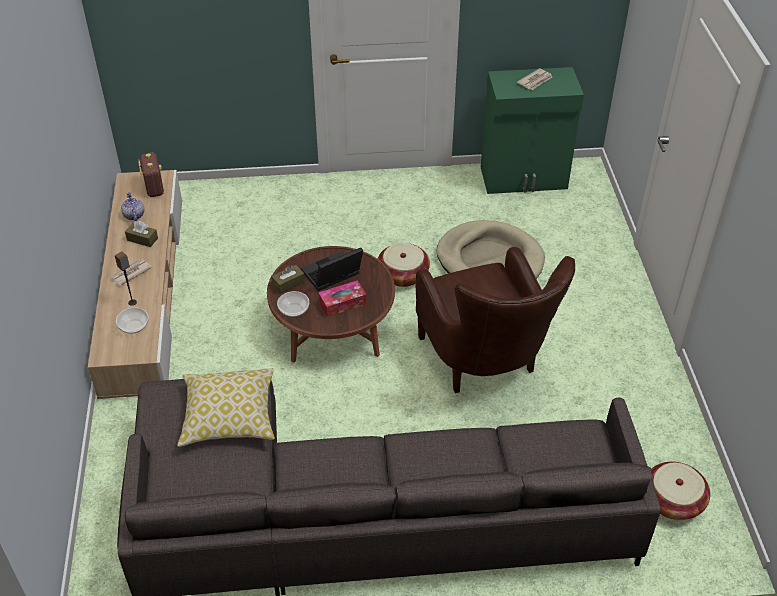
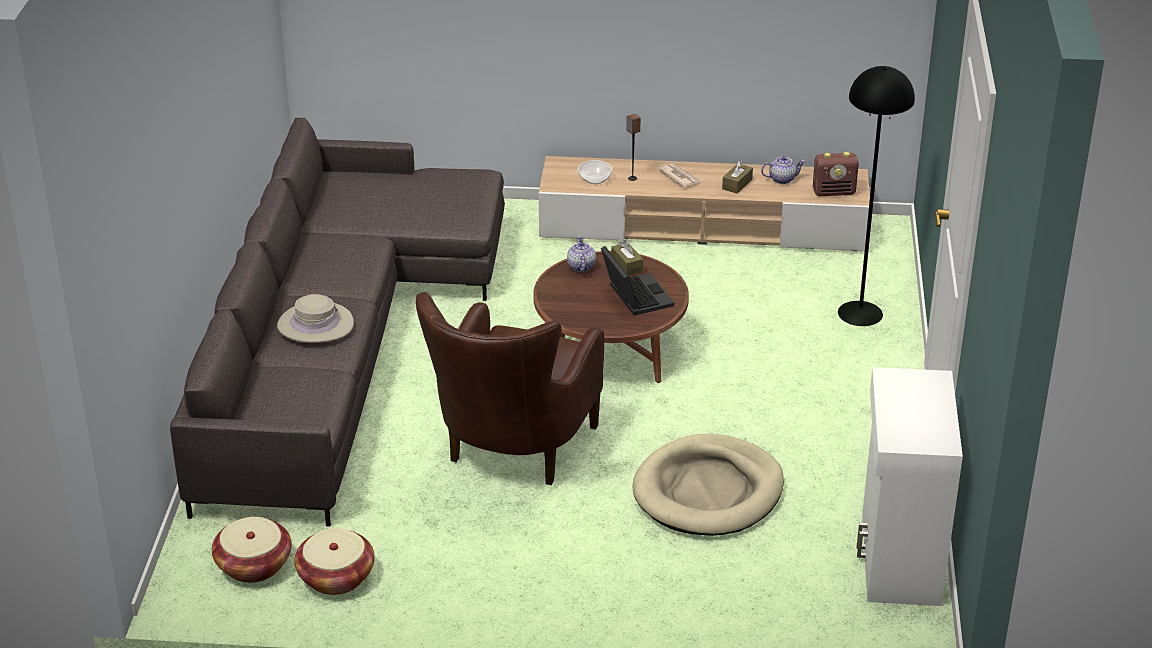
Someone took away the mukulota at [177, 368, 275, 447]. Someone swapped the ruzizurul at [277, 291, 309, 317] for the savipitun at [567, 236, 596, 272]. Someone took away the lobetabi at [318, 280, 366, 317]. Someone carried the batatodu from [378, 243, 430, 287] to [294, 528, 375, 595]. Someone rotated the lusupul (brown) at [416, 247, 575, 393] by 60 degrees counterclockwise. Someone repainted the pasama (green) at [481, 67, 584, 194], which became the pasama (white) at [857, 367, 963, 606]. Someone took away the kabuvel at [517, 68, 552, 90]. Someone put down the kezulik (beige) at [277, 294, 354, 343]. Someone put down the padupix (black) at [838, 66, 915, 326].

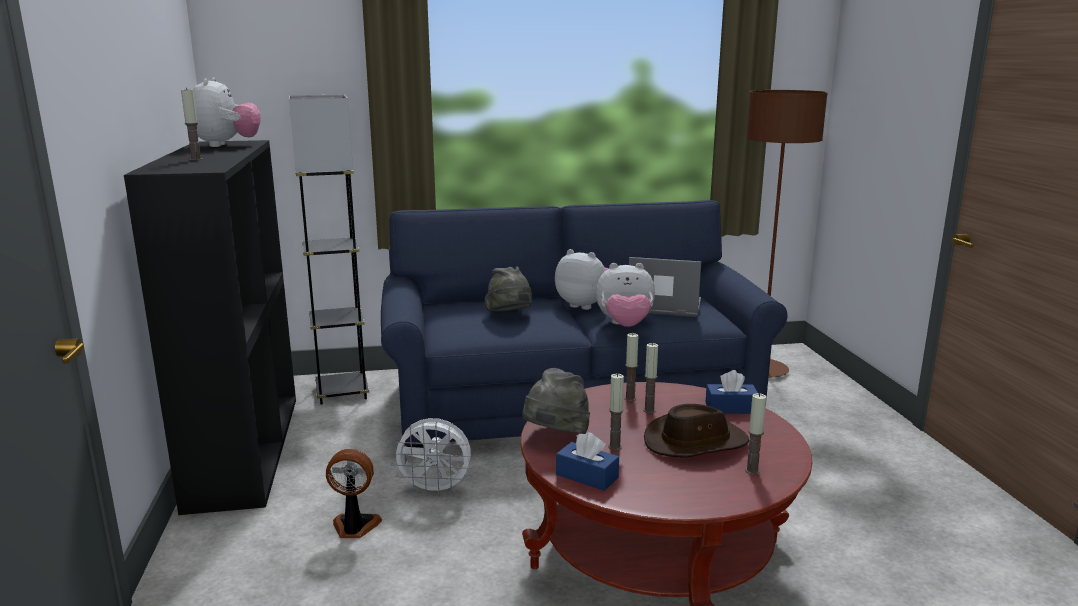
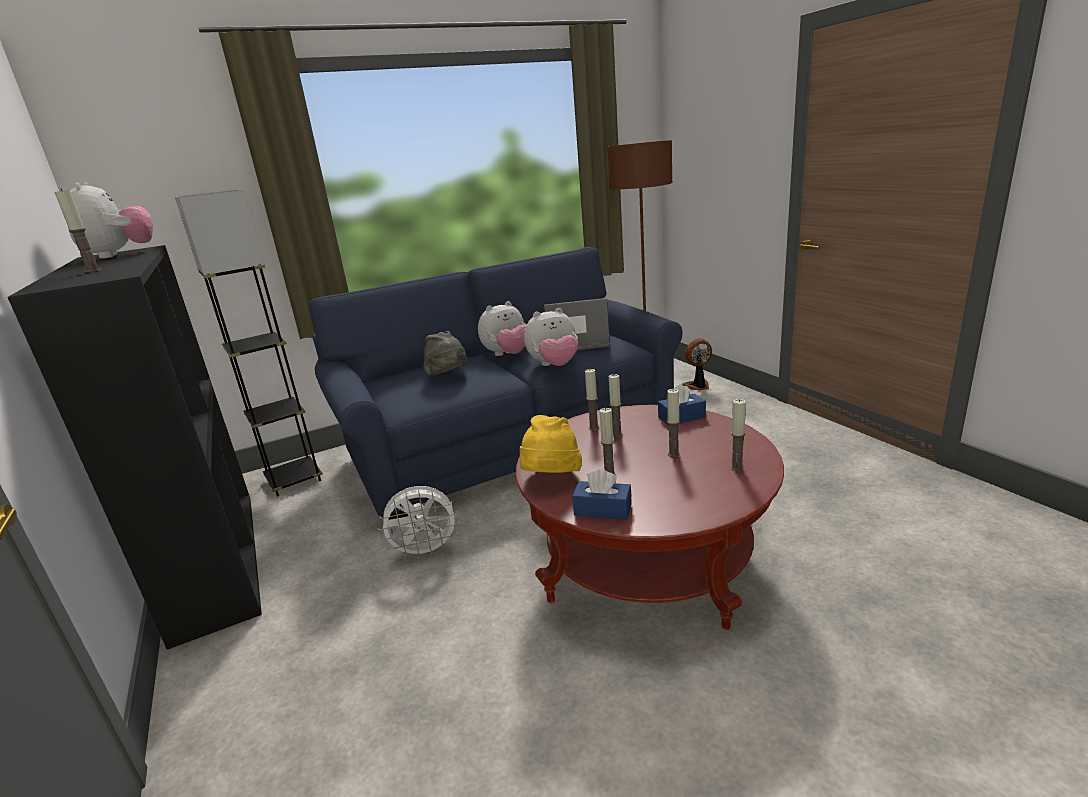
Someone carried the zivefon from [326, 449, 382, 538] to [682, 338, 712, 391]. Someone repainted the kezulik (grey) at [522, 368, 590, 434], which became the kezulik (yellow) at [519, 415, 582, 473]. Someone rotated the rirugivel at [555, 249, 608, 310] by 135 degrees clockwise. Someone swapped the kezulik (brown) at [644, 404, 749, 458] for the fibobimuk at [667, 389, 680, 457].

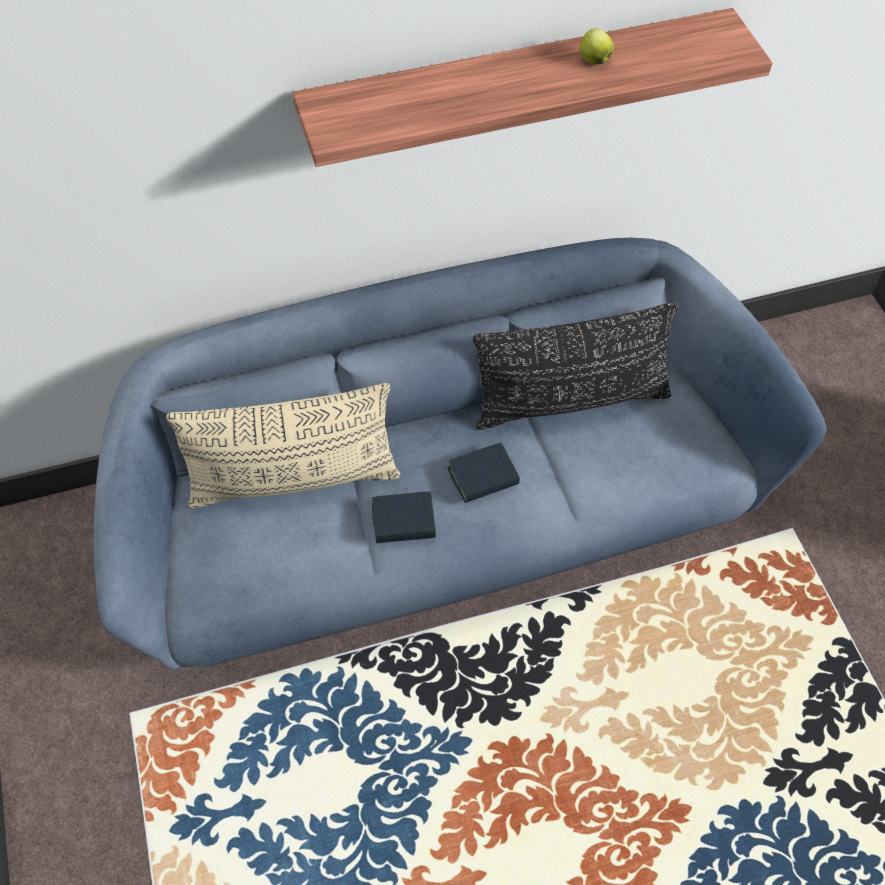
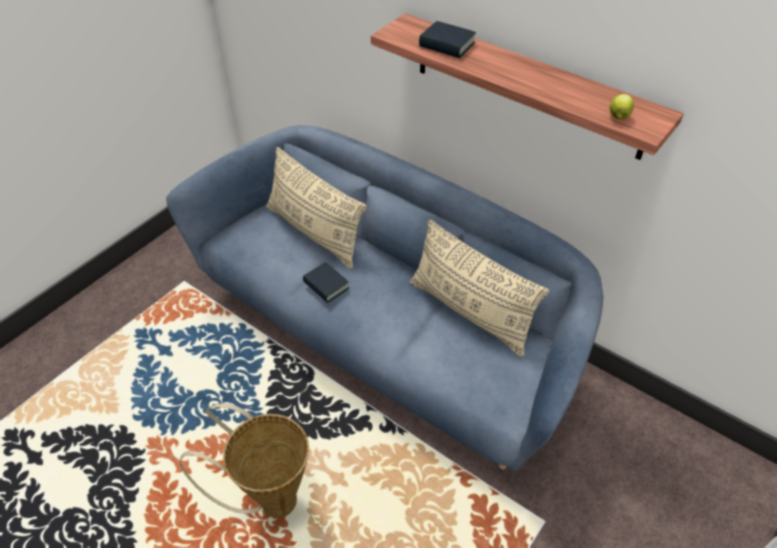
Someone carried the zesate from [447, 443, 520, 503] to [419, 21, 476, 58]. Someone repainted the mukulota (black) at [473, 302, 678, 430], which became the mukulota (beige) at [410, 220, 549, 357]. Someone carried the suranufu from [580, 29, 614, 64] to [610, 94, 634, 119]. Someone put down the batatodu at [180, 403, 309, 518].

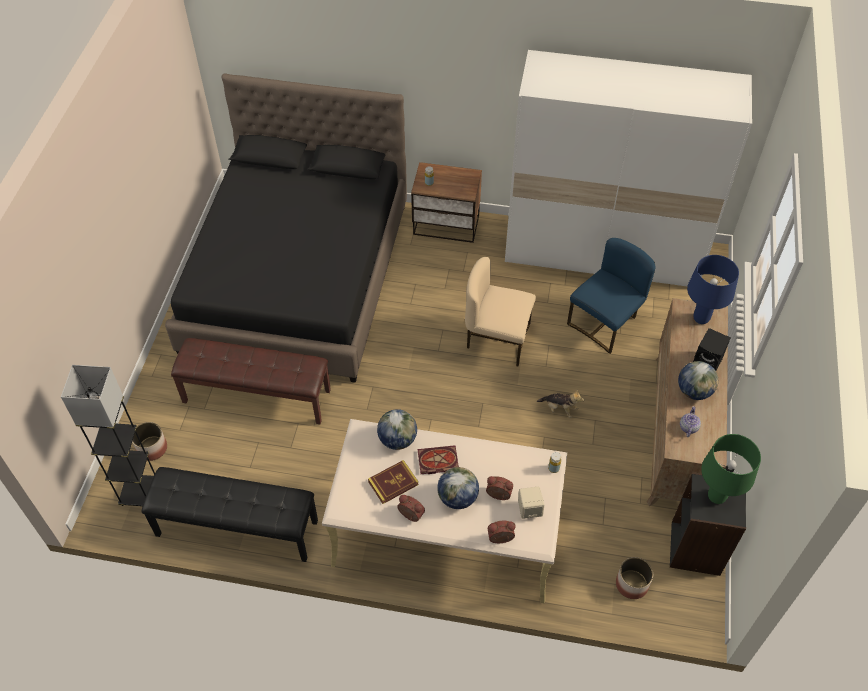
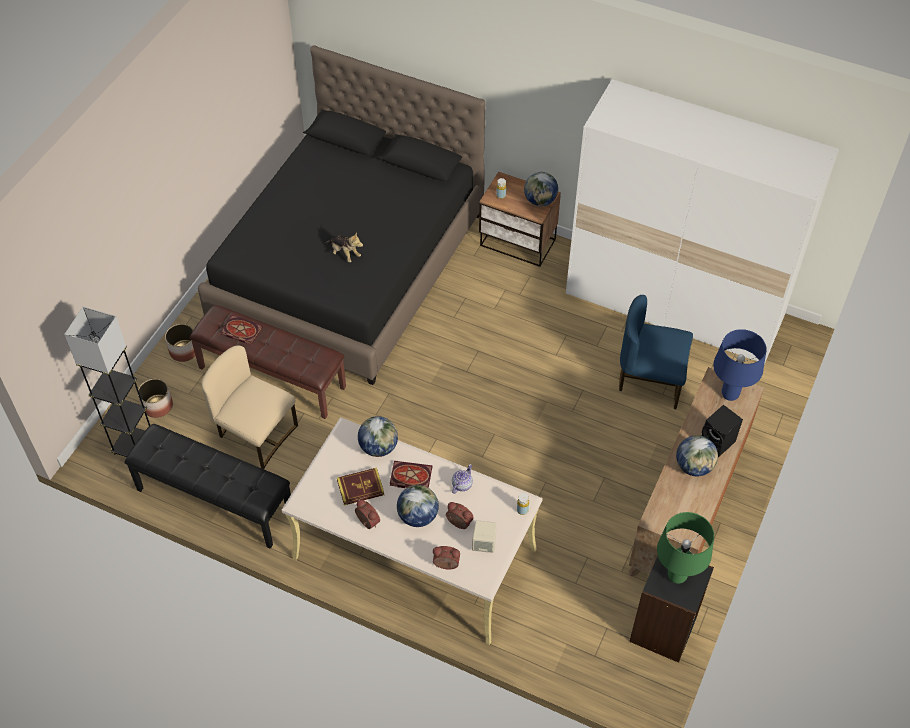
Someone carried the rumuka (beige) from [465, 257, 536, 367] to [202, 345, 298, 469]. Someone carried the rirugivel from [537, 389, 584, 418] to [326, 232, 363, 262]. Someone rotated the rumuka (blue) at [567, 238, 655, 354] by 135 degrees counterclockwise. Someone carried the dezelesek from [616, 557, 653, 599] to [165, 324, 195, 362]. Someone carried the savipitun from [680, 406, 701, 437] to [452, 464, 473, 494]. Someone put down the zesate at [221, 315, 263, 345]. Someone put down the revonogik at [524, 172, 558, 206].

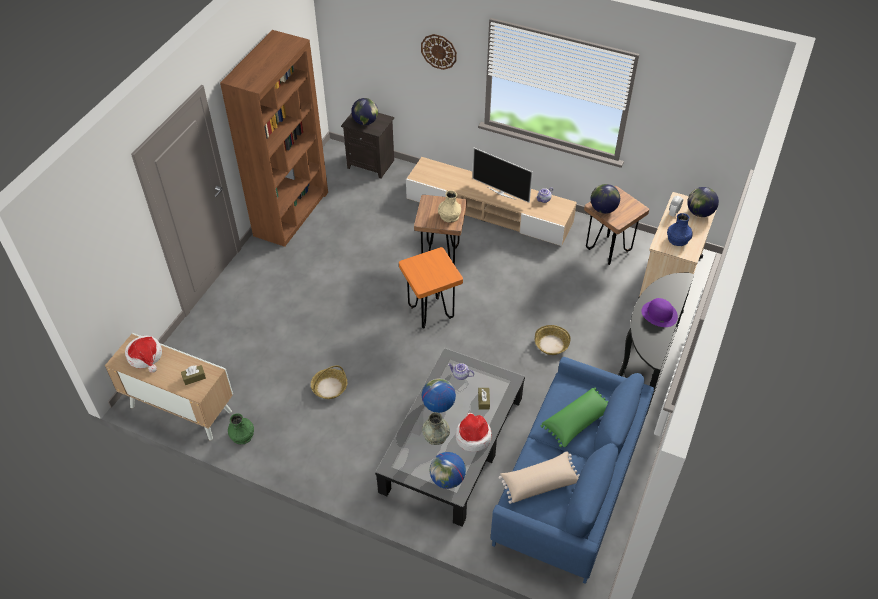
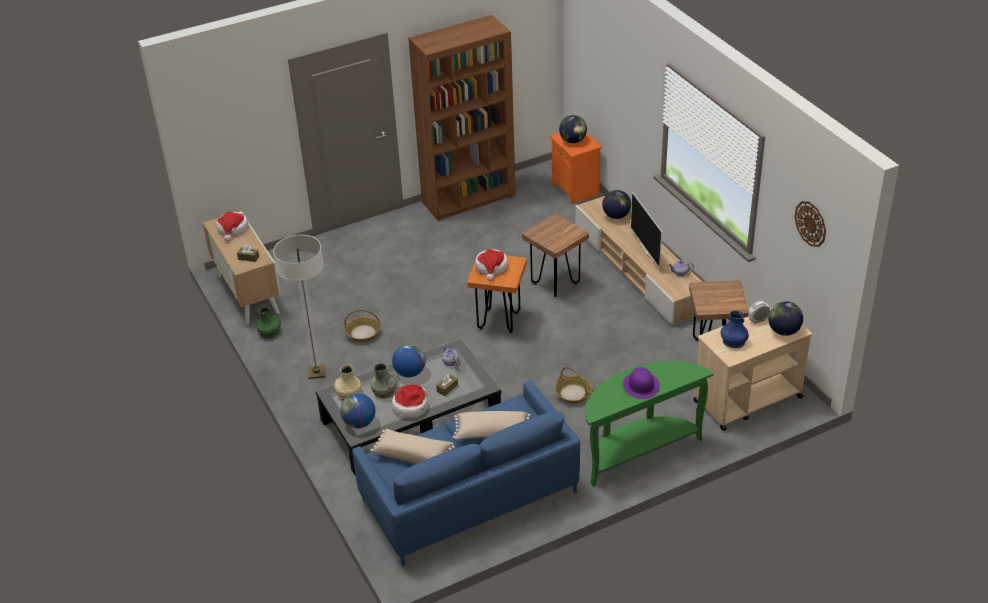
Someone repainted the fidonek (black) at [341, 113, 394, 179], which became the fidonek (orange) at [550, 133, 603, 204]. Someone carried the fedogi from [421, 34, 457, 70] to [795, 201, 826, 247]. Someone carried the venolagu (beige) from [438, 190, 461, 222] to [334, 365, 361, 400]. Someone repainted the mukulota (green) at [541, 388, 608, 447], which became the mukulota (beige) at [452, 411, 531, 439]. Someone carried the revonogik from [591, 184, 620, 214] to [602, 190, 631, 219]. Someone repainted the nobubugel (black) at [618, 273, 694, 416], which became the nobubugel (green) at [585, 361, 714, 487]. Someone put down the padupix at [273, 235, 325, 379]. Someone put down the kezulik at [475, 249, 508, 281].

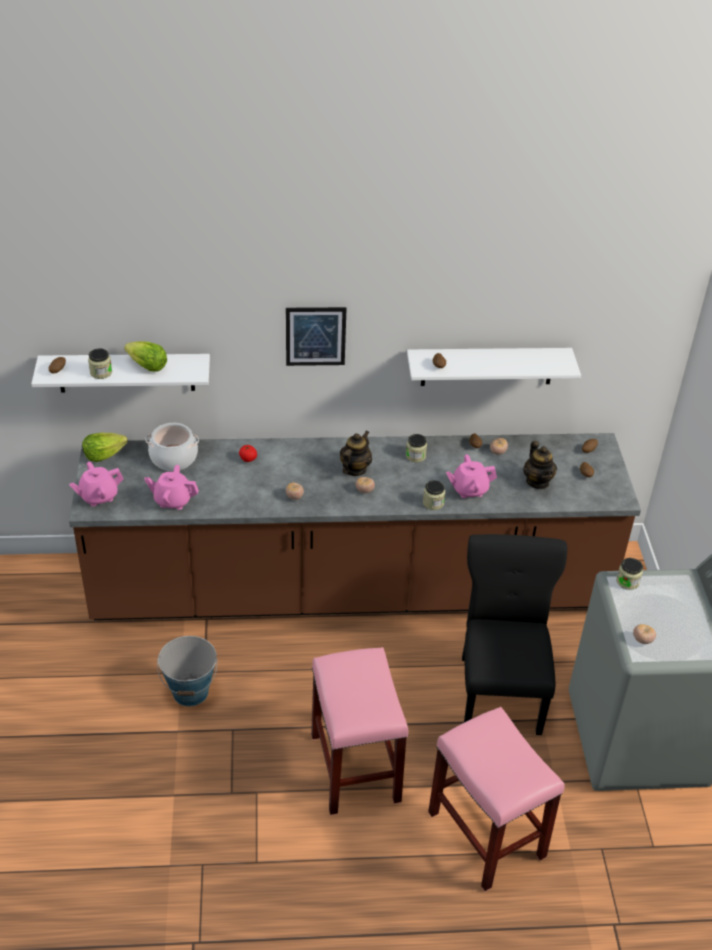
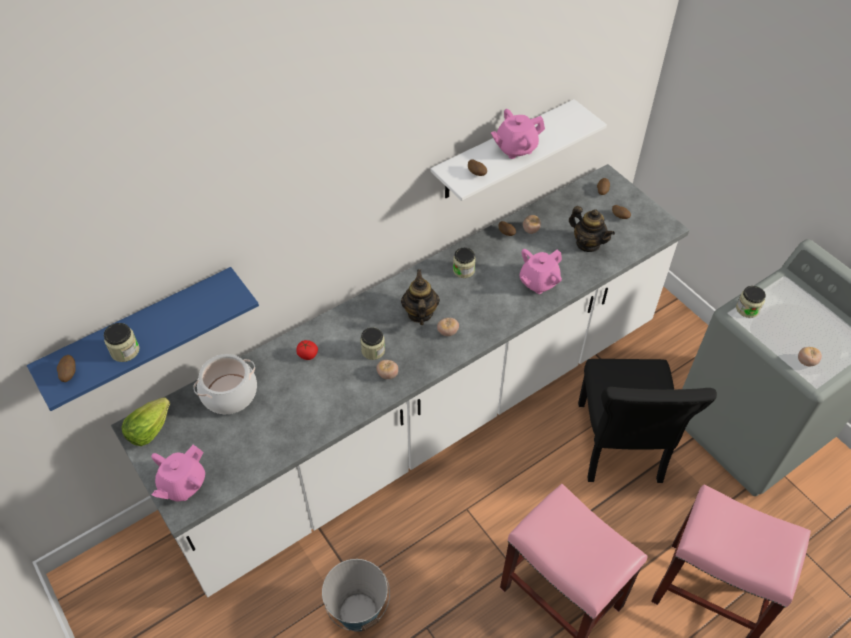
Someone repainted the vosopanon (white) at [31, 354, 210, 393], which became the vosopanon (blue) at [27, 267, 259, 411]. Someone repainted the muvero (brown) at [69, 433, 641, 620], which became the muvero (white) at [111, 164, 689, 597]. Someone took away the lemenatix at [124, 341, 167, 372]. Someone carried the savipitun (pink) from [144, 465, 199, 510] to [491, 109, 545, 159]. Someone took away the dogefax at [286, 307, 346, 366]. Someone carried the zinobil from [423, 480, 445, 510] to [360, 327, 385, 360]. Someone rotated the rumuka (black) at [462, 534, 567, 735] by 150 degrees counterclockwise.

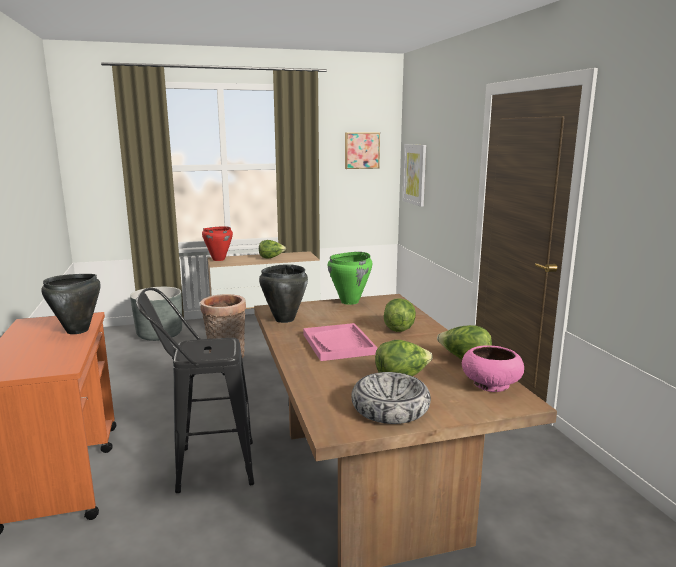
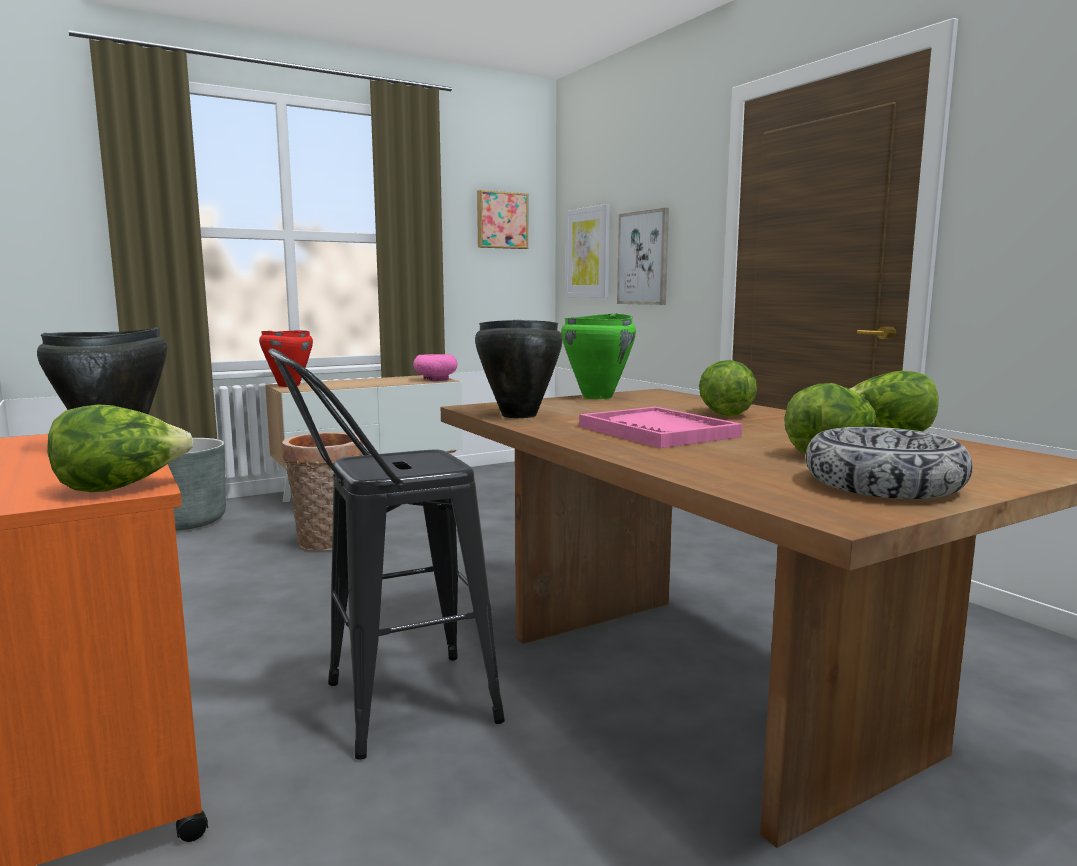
Someone carried the lemenatix from [259, 240, 286, 258] to [47, 404, 194, 492]. Someone carried the ruzizurul (pink) from [462, 345, 524, 392] to [413, 354, 457, 381]. Someone put up the dogefax at [617, 207, 669, 305].

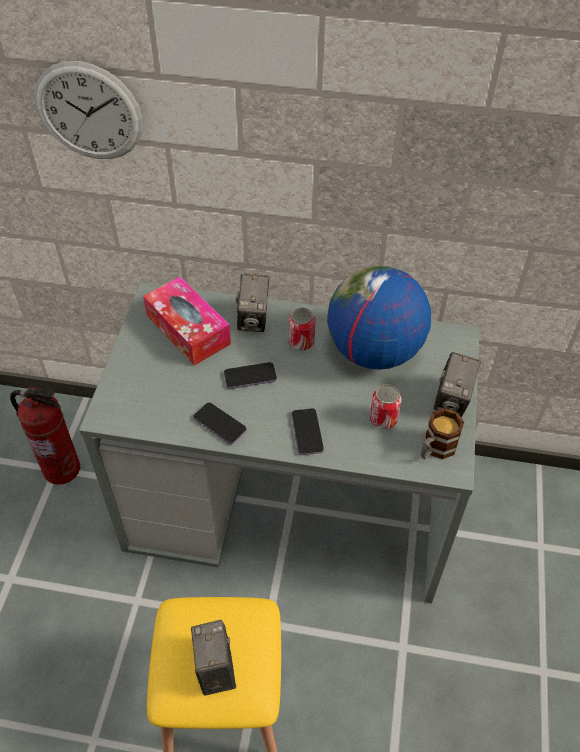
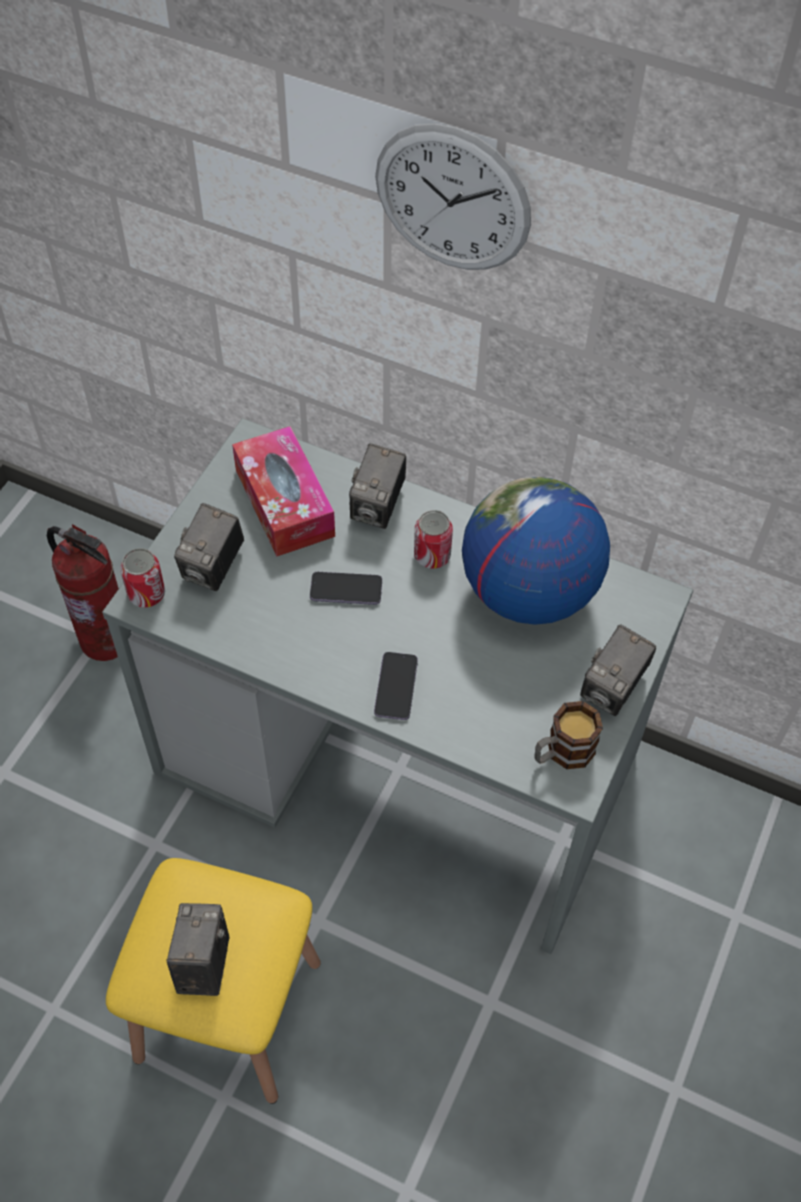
Someone carried the fedogi from [34, 61, 142, 159] to [375, 123, 531, 270]. Someone took away the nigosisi at [193, 402, 247, 445]. Someone carried the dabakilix from [370, 384, 402, 429] to [120, 548, 165, 608]. Someone put down the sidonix at [174, 503, 244, 591].

